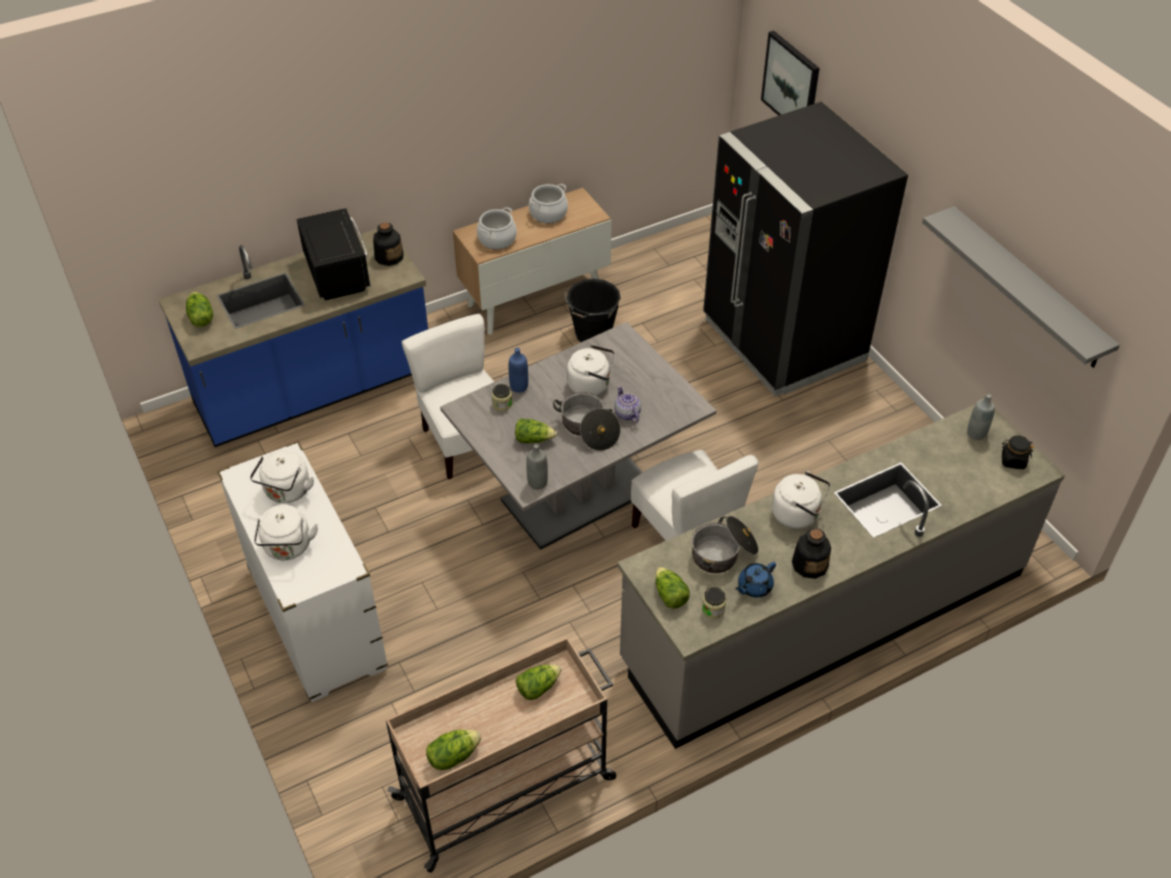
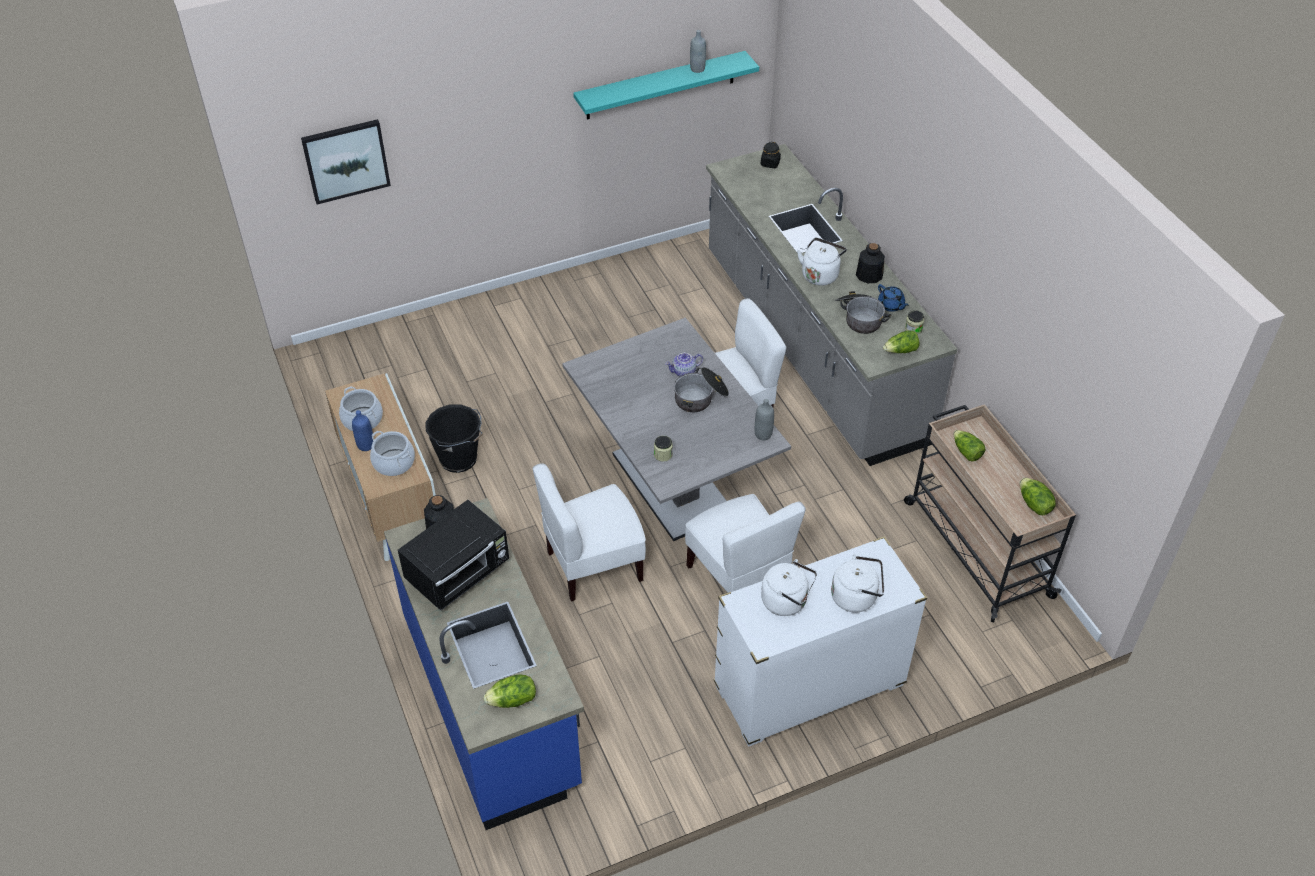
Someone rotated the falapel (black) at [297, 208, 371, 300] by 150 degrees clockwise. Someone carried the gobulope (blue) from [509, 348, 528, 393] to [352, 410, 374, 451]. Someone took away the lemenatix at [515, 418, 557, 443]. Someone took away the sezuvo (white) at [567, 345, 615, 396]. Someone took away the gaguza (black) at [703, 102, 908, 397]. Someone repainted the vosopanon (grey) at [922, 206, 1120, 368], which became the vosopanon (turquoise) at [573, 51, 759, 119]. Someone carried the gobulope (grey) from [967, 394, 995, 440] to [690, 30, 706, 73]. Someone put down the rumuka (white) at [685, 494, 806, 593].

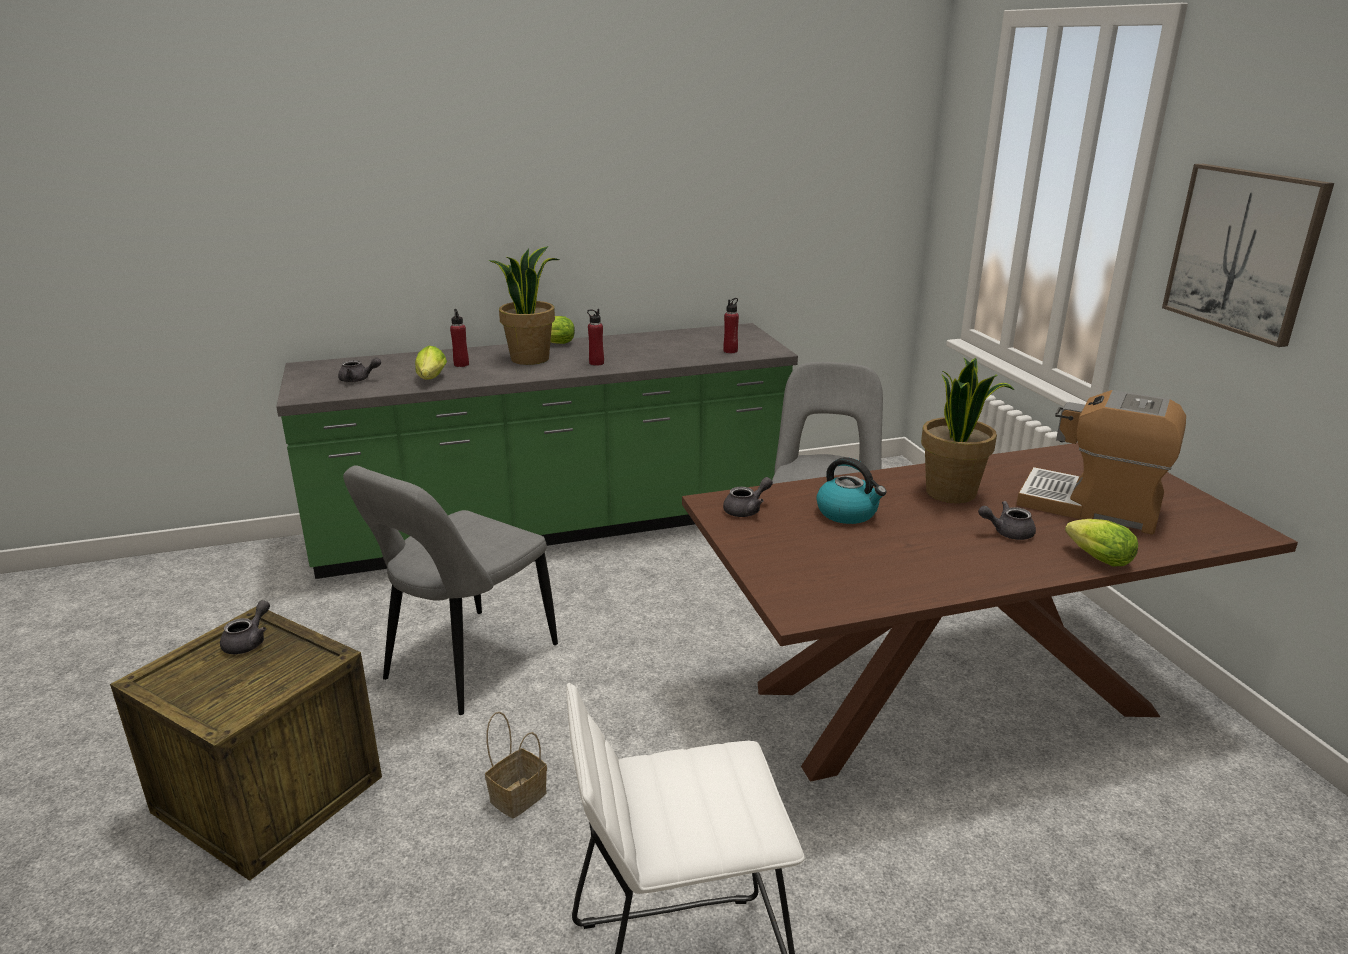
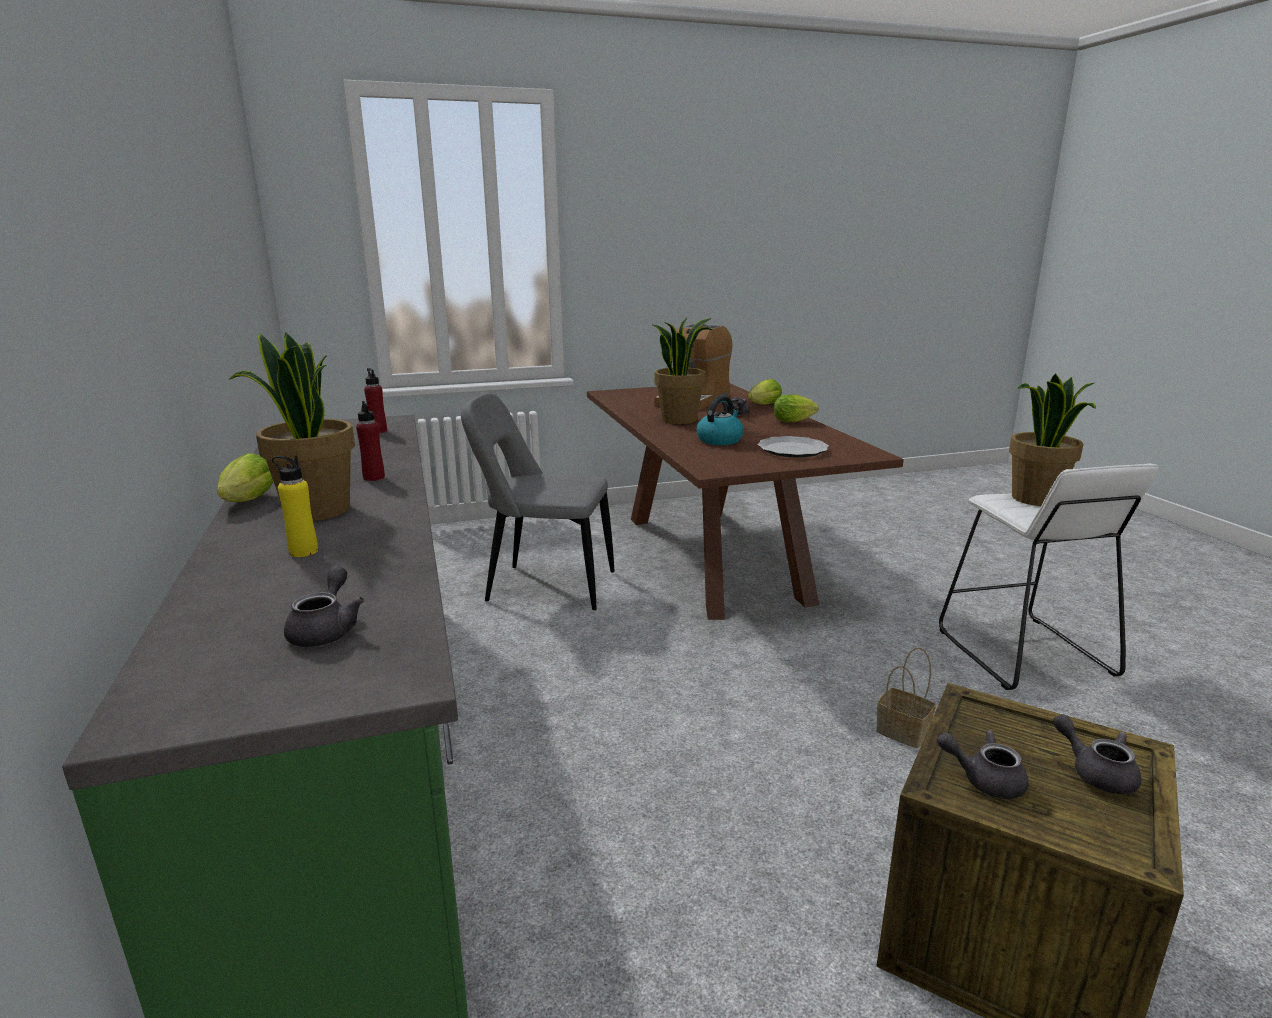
Someone took away the rumuka (grey) at [343, 465, 558, 715]. Someone carried the lemenatix from [415, 346, 447, 380] to [774, 395, 819, 422]. Someone repainted the gobulope (red) at [450, 309, 469, 367], which became the gobulope (yellow) at [272, 455, 318, 557]. Someone carried the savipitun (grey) from [723, 477, 773, 517] to [1053, 714, 1142, 794]. Someone took away the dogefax at [1162, 164, 1334, 347]. Someone put down the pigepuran at [757, 436, 829, 458]. Someone put down the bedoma at [1009, 373, 1096, 506].

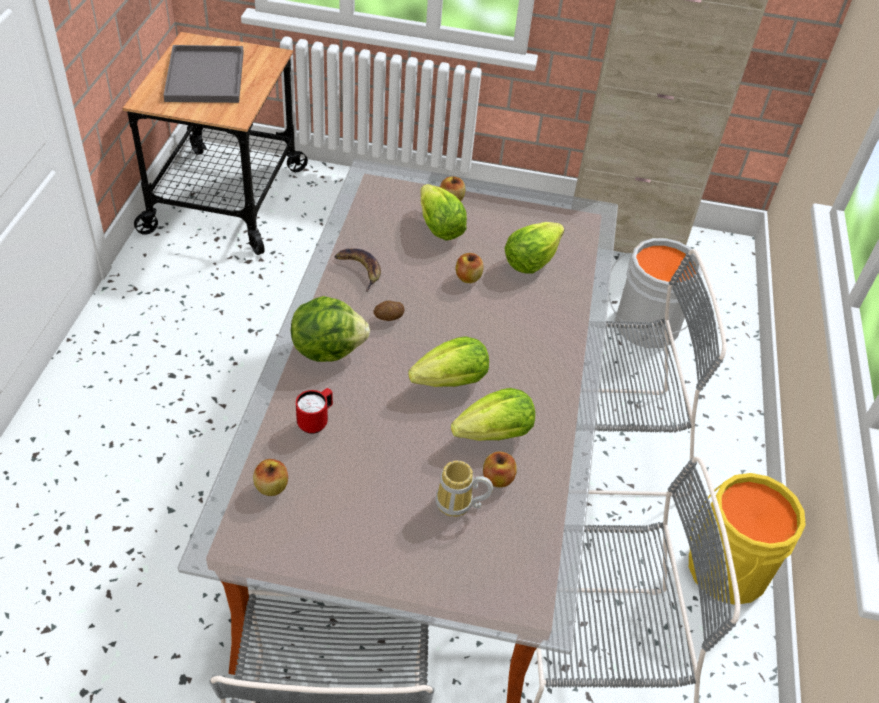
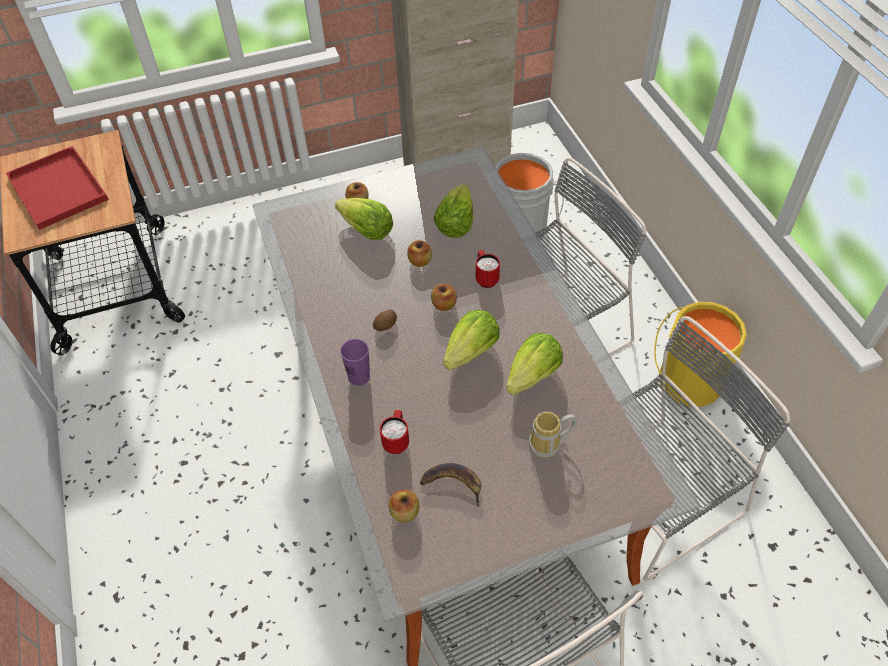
Someone repainted the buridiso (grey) at [163, 45, 244, 103], which became the buridiso (red) at [6, 146, 109, 230]. Someone swapped the lemenatix at [290, 296, 370, 362] for the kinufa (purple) at [340, 339, 370, 386]. Someone carried the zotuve from [334, 248, 381, 292] to [420, 463, 481, 507]. Someone carried the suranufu from [483, 451, 517, 488] to [431, 284, 457, 311]. Someone put down the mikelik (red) at [476, 250, 500, 288].

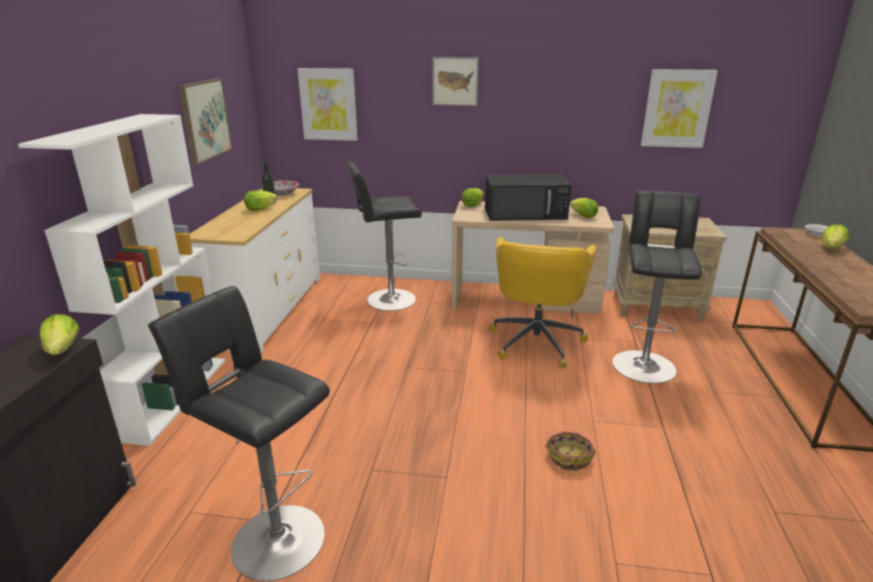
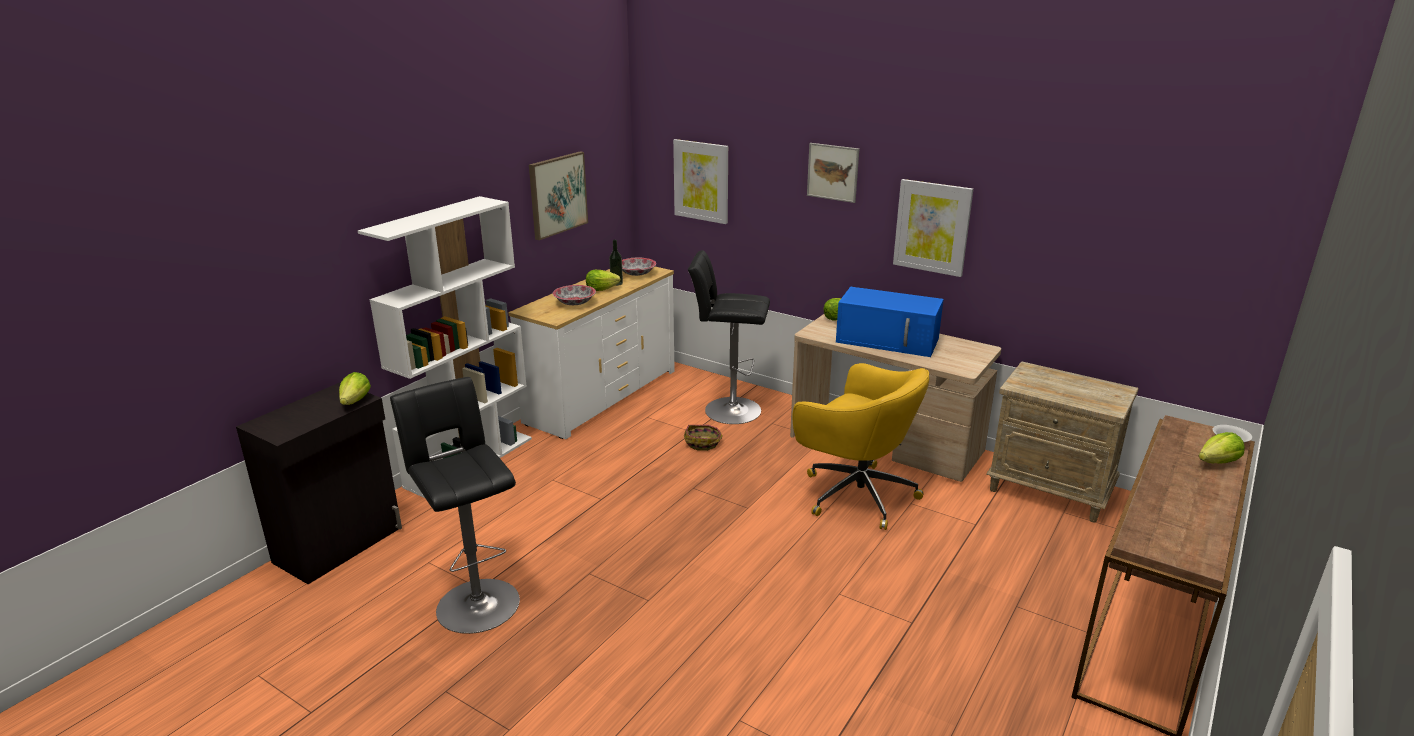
Someone repainted the falapel (black) at [485, 174, 572, 221], which became the falapel (blue) at [836, 287, 944, 357]. Someone rotated the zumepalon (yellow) at [489, 237, 596, 368] by 90 degrees counterclockwise. Someone carried the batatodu from [546, 432, 596, 471] to [684, 425, 723, 451]. Someone took away the lemenatix at [570, 198, 598, 218]. Someone took away the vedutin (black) at [612, 191, 702, 384]. Someone carried the dogefax from [641, 69, 718, 148] to [893, 179, 973, 277]. Someone put down the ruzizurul at [553, 285, 596, 305].

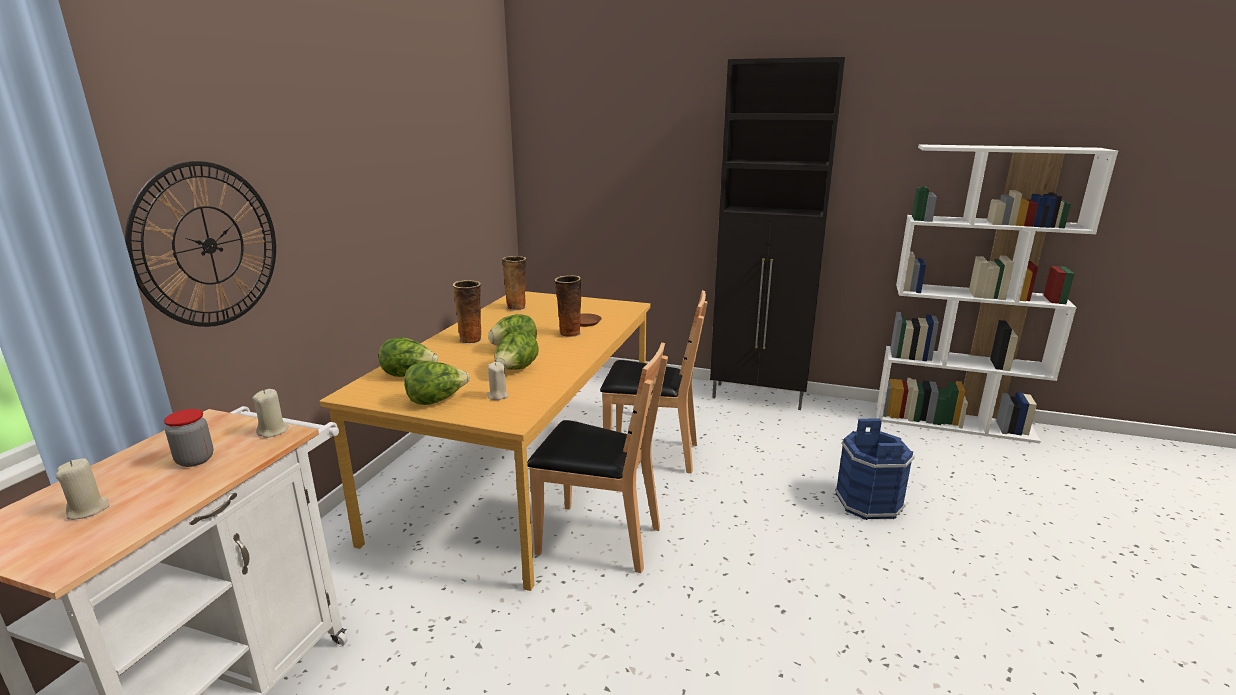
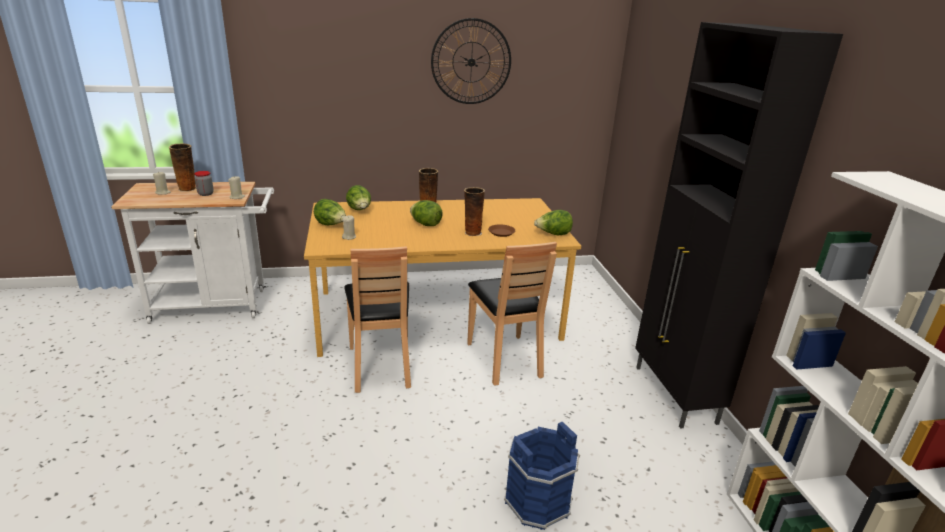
Someone carried the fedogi from [125, 161, 276, 327] to [431, 18, 511, 104]. Someone carried the lemenatix from [494, 330, 539, 370] to [534, 210, 573, 235]. Someone carried the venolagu from [502, 256, 527, 311] to [169, 144, 196, 192].

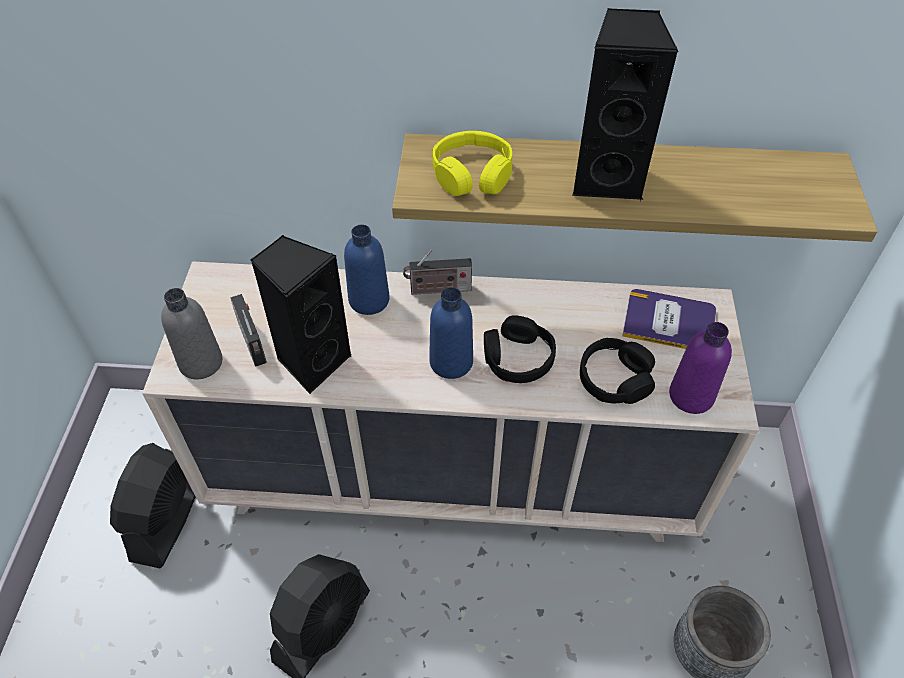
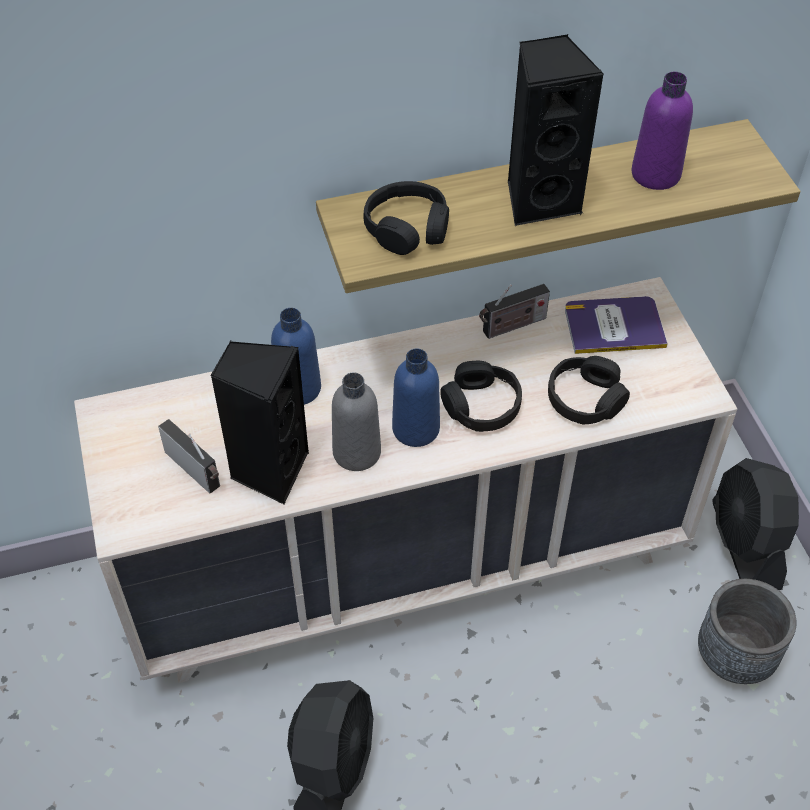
Someone carried the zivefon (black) from [110, 443, 196, 568] to [712, 458, 799, 590]. Someone carried the gobulope (grey) from [161, 288, 222, 380] to [332, 372, 381, 471]. Someone carried the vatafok from [403, 250, 472, 295] to [479, 284, 550, 339]. Someone repainted the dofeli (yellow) at [432, 131, 512, 196], which became the dofeli (black) at [363, 181, 449, 255]. Someone carried the gobulope (purple) from [669, 322, 732, 414] to [632, 72, 693, 190].

